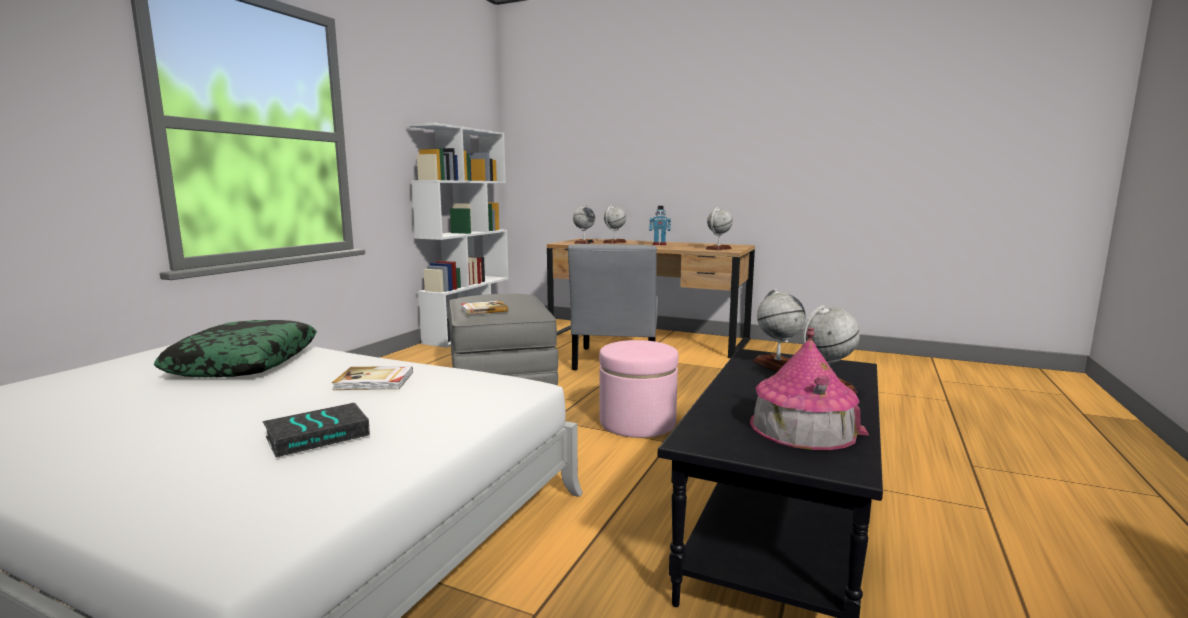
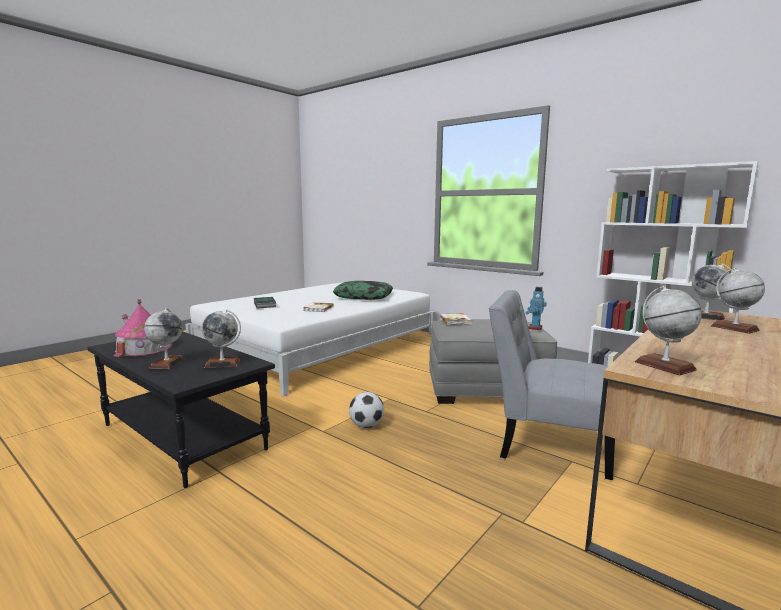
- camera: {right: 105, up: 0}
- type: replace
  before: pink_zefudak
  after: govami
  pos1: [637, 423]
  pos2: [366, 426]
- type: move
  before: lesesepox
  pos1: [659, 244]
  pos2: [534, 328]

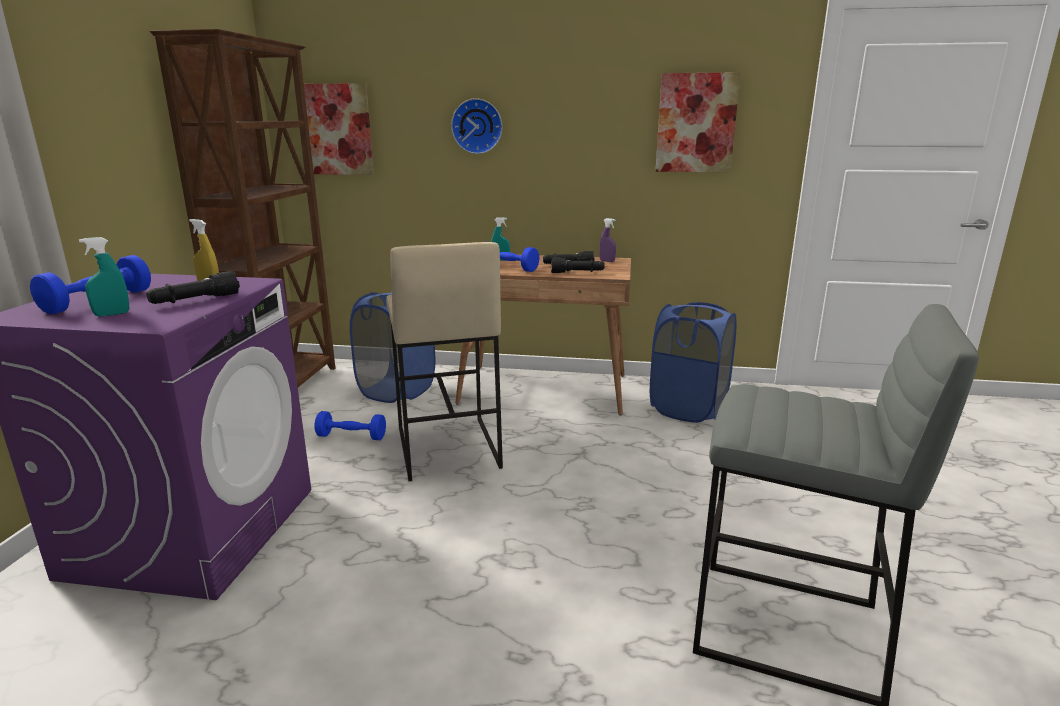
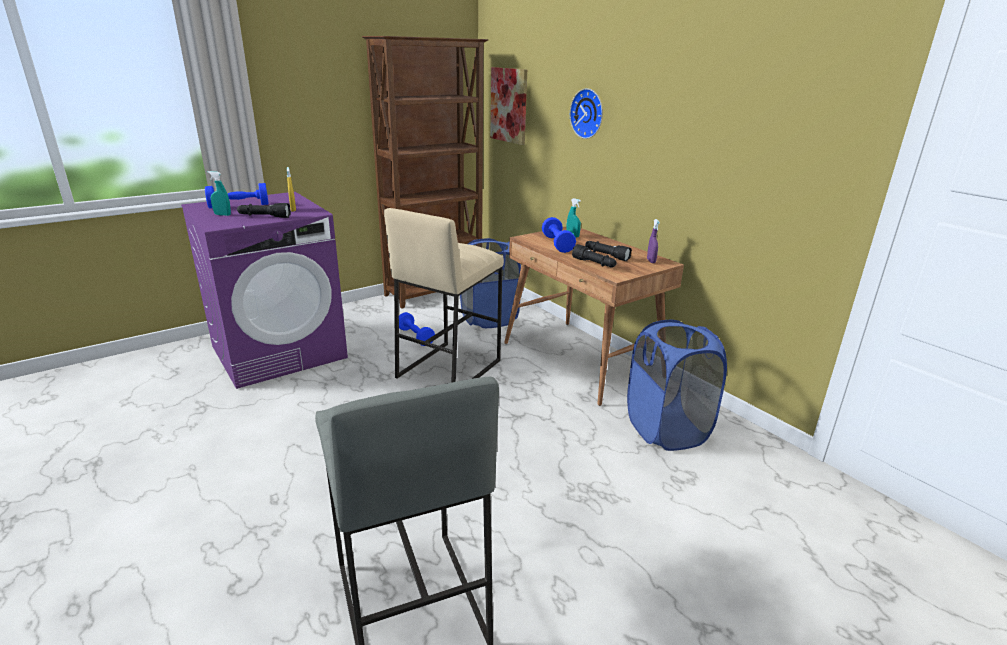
- camera: {right: 45, up: 5}
- type: delete
  before: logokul
  pos1: [696, 123]

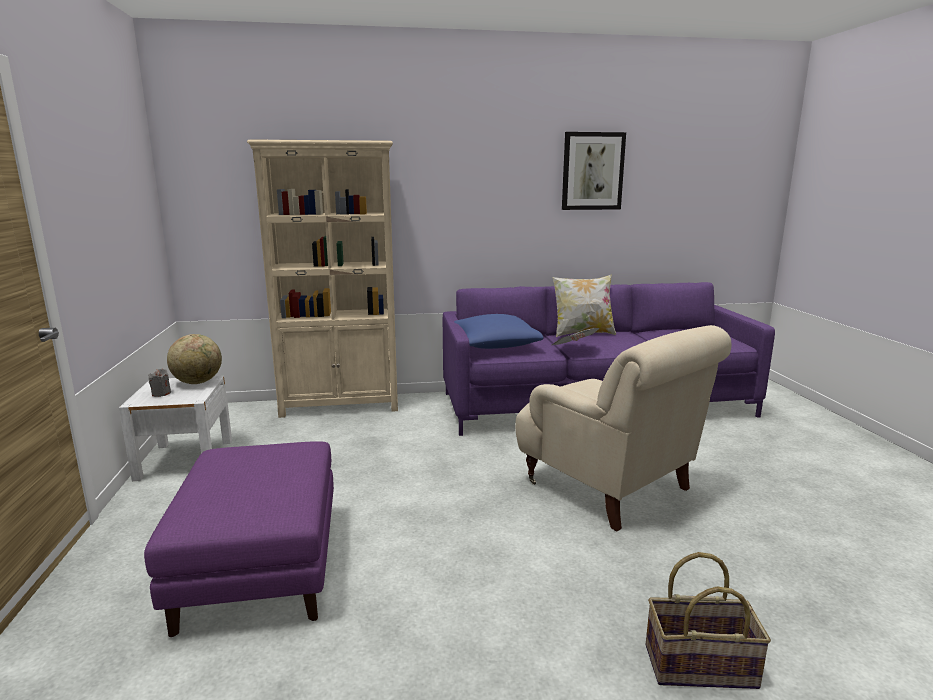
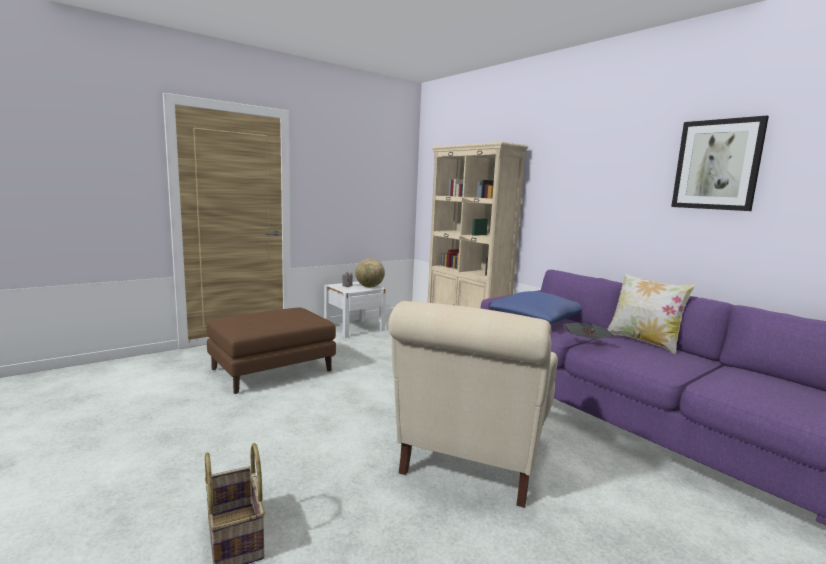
- camera: {right: 60, up: -5}
- type: recolor
  before: purple_zefudak
  after: brown_zefudak
  pos1: [260, 565]
  pos2: [273, 370]

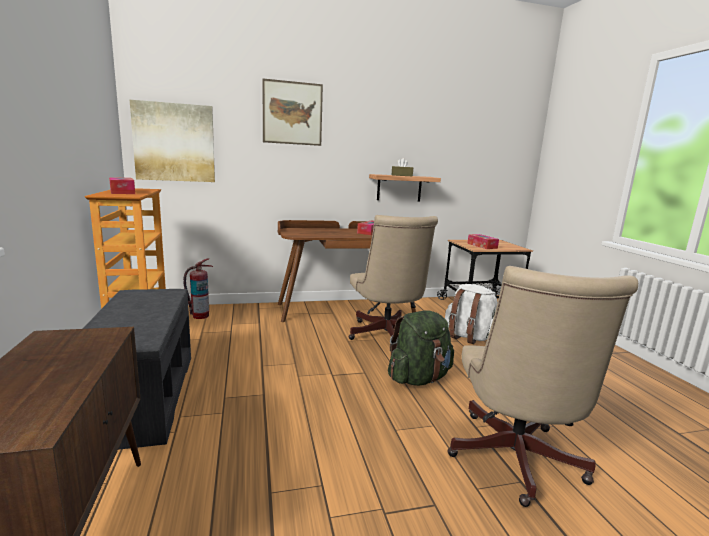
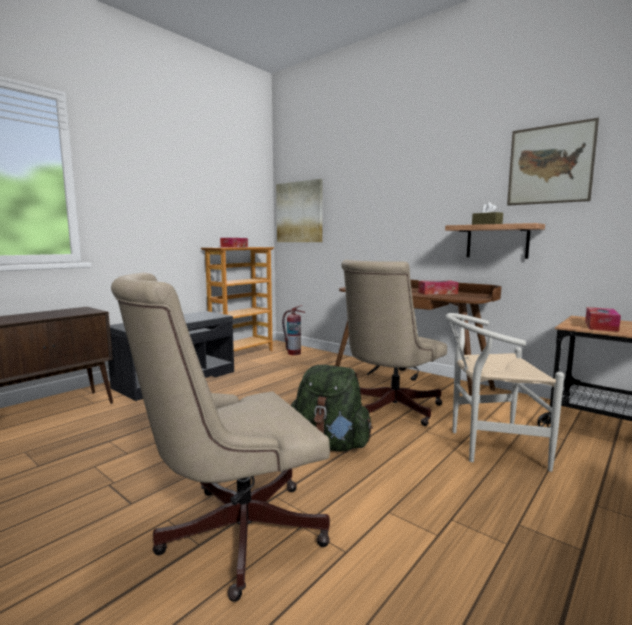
- camera: {right: 55, up: -5}
- type: move
  before: logokul
  pos1: [292, 113]
  pos2: [550, 164]
- type: replace
  before: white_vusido
  after: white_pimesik
  pos1: [469, 337]
  pos2: [488, 446]

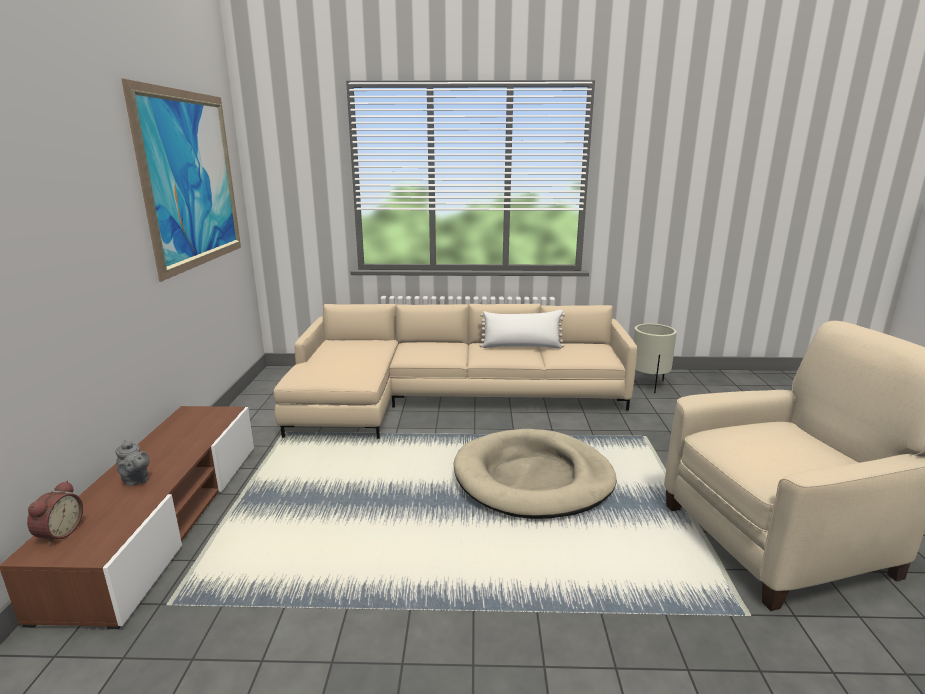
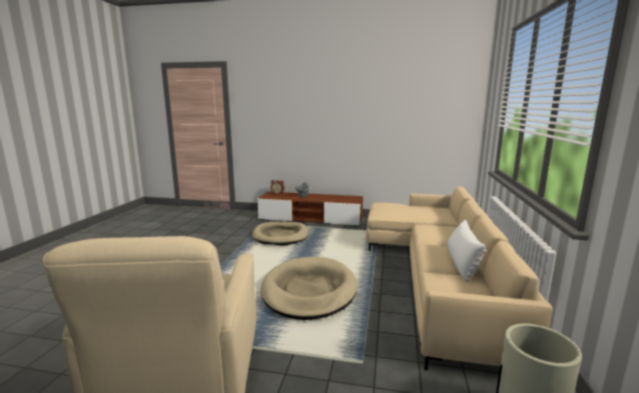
- camera: {right: 100, up: -5}
- type: delete
  before: logokul
  pos1: [192, 180]
- type: insert
  after: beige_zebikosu
  pos2: [281, 236]

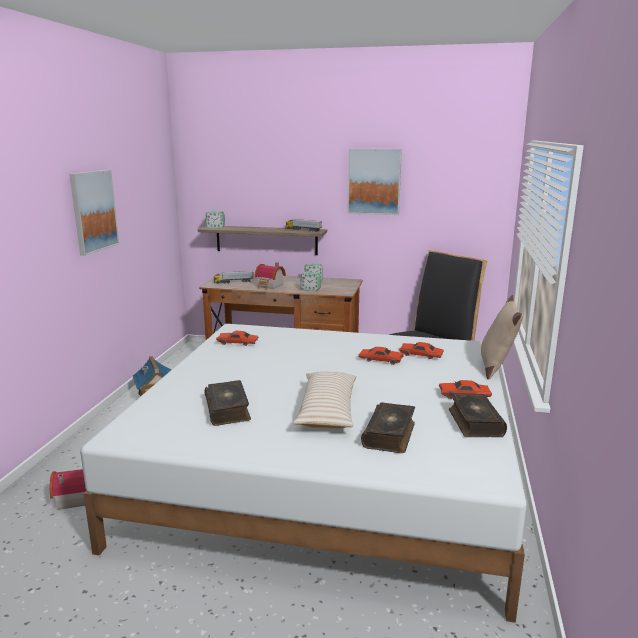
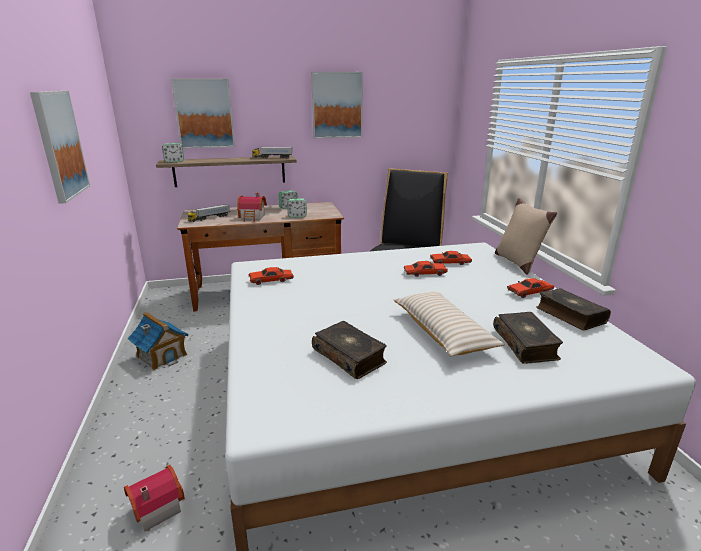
- camera: {right: -25, up: 5}
- type: insert
  after: logokul
  pos2: [204, 113]

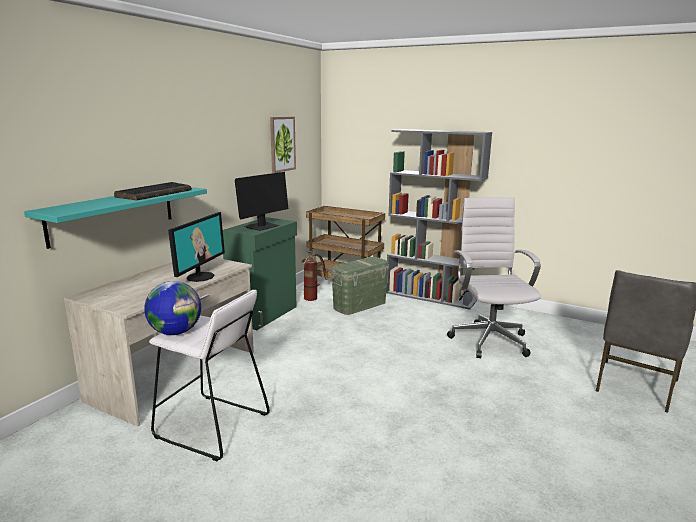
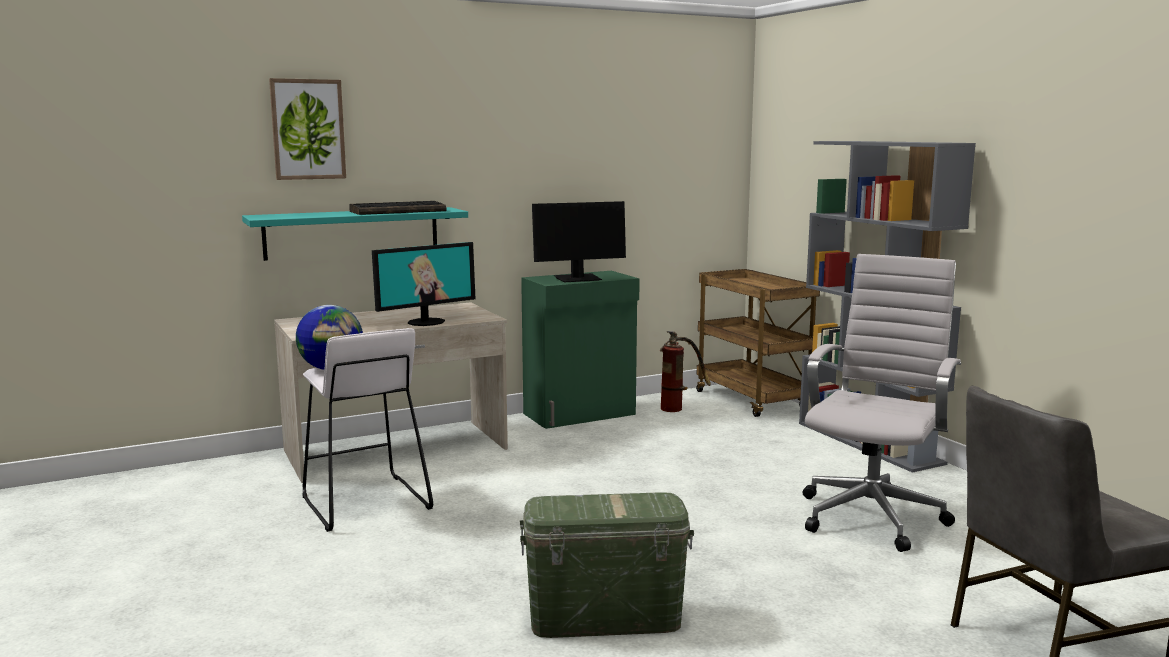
- camera: {right: 35, up: -5}
- type: move
  before: logokul
  pos1: [282, 144]
  pos2: [308, 129]
- type: move
  before: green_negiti
  pos1: [359, 305]
  pos2: [605, 617]

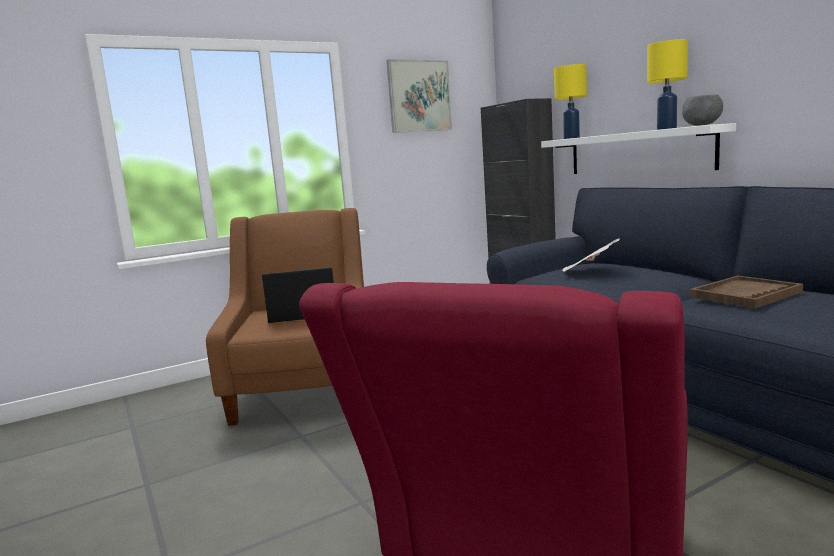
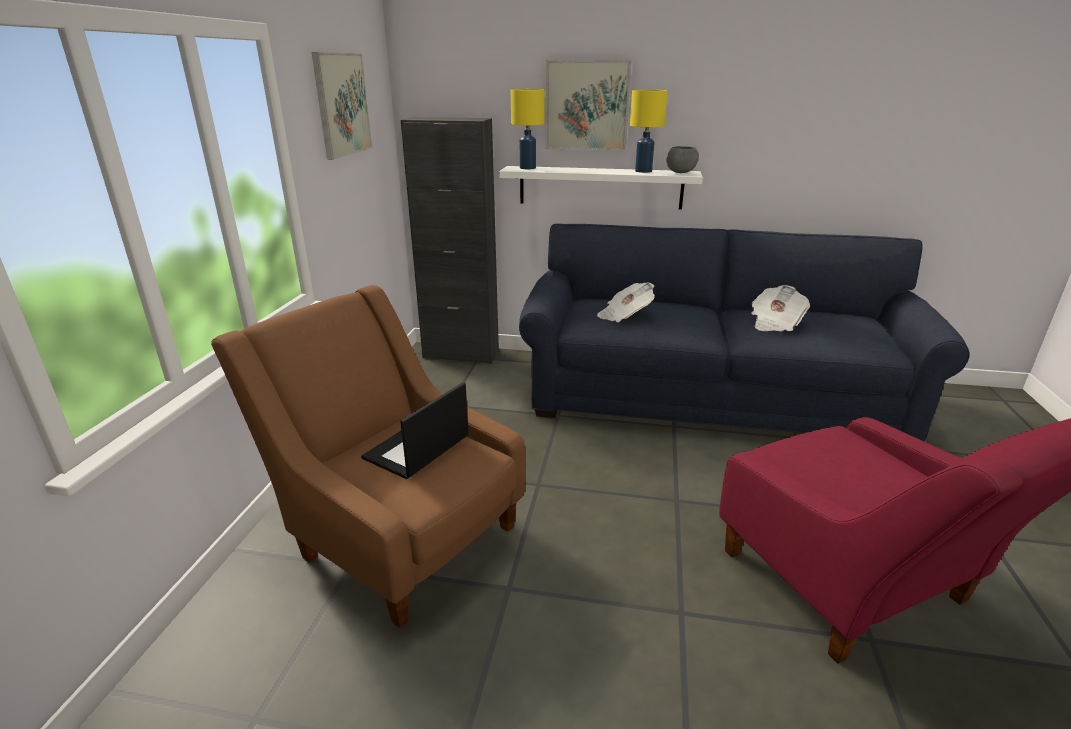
- camera: {right: -50, up: 15}
- type: replace
  before: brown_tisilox
  after: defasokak
  pos1: [745, 294]
  pos2: [774, 323]
- type: insert
  after: logokul
  pos2: [587, 106]

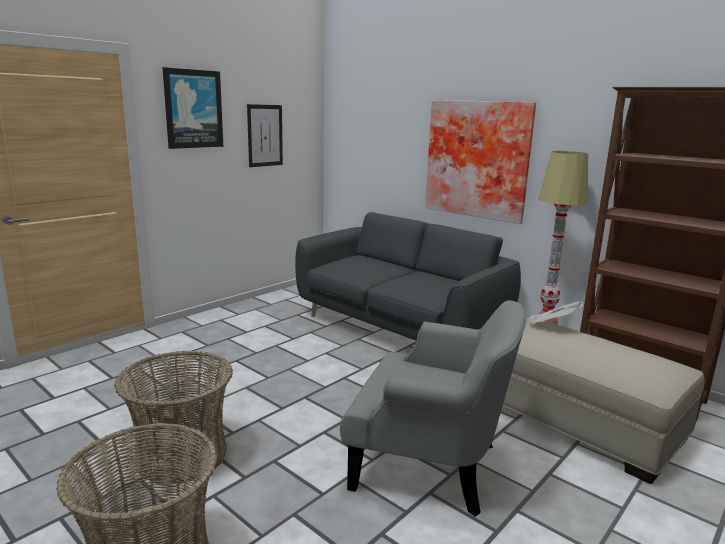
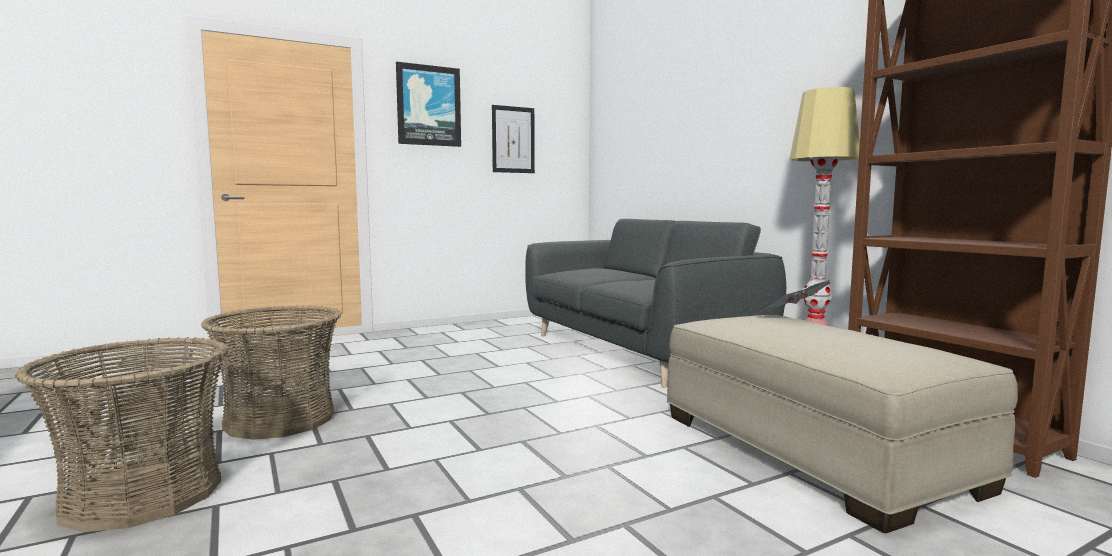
- camera: {right: 20, up: -10}
- type: delete
  before: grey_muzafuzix
  pos1: [429, 464]
- type: delete
  before: logokul
  pos1: [478, 159]

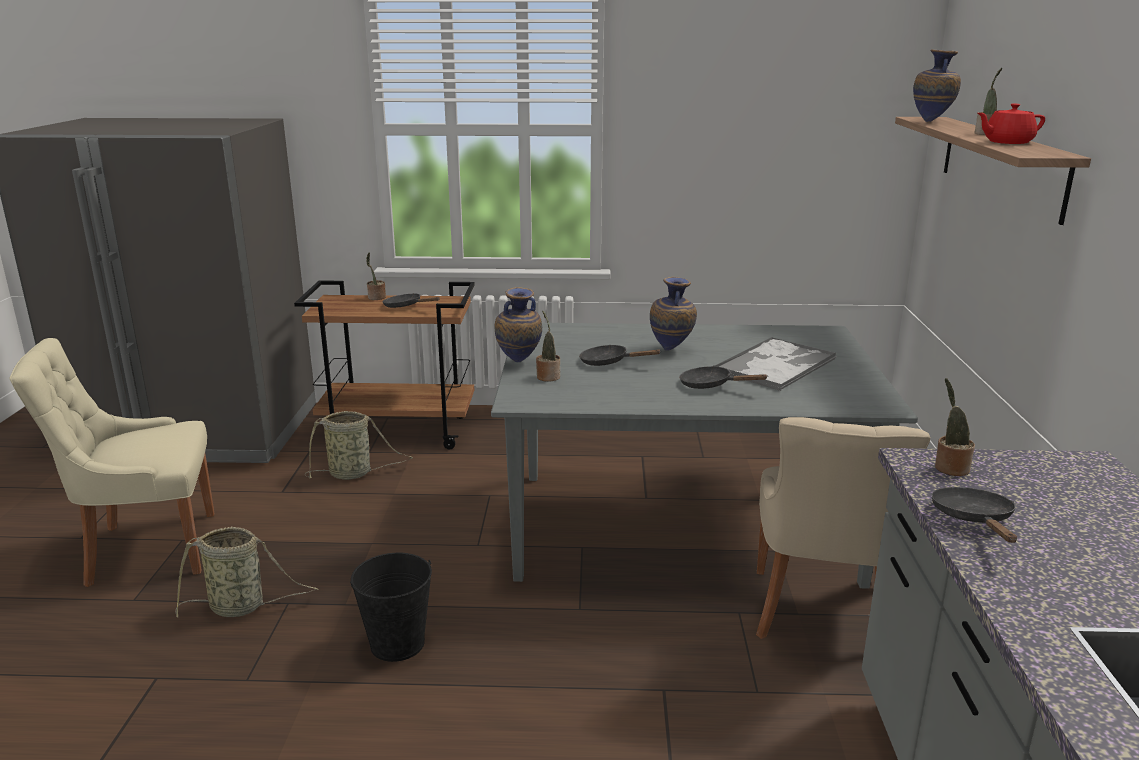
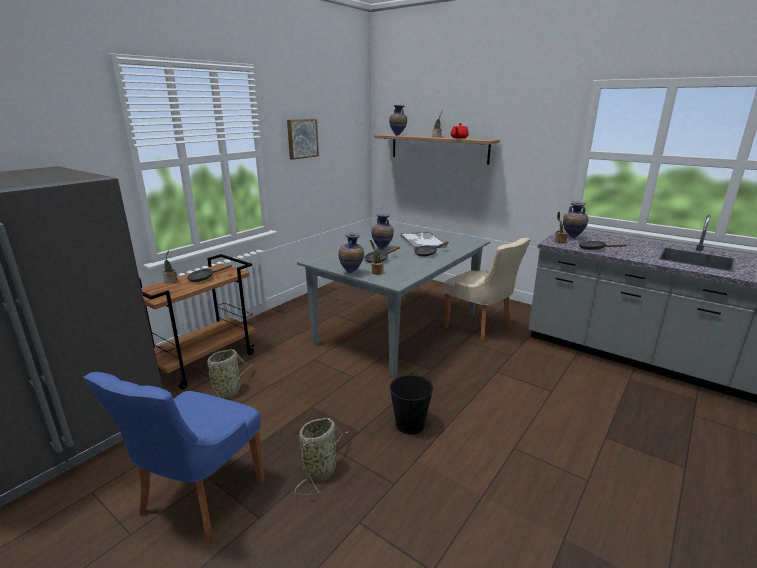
- camera: {right: -55, up: 0}
- type: recolor
  before: beige_pimesik
  after: blue_pimesik
  pos1: [146, 549]
  pos2: [199, 499]
- type: insert
  after: logokul
  pos2: [302, 138]
- type: insert
  after: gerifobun
  pos2: [572, 238]

